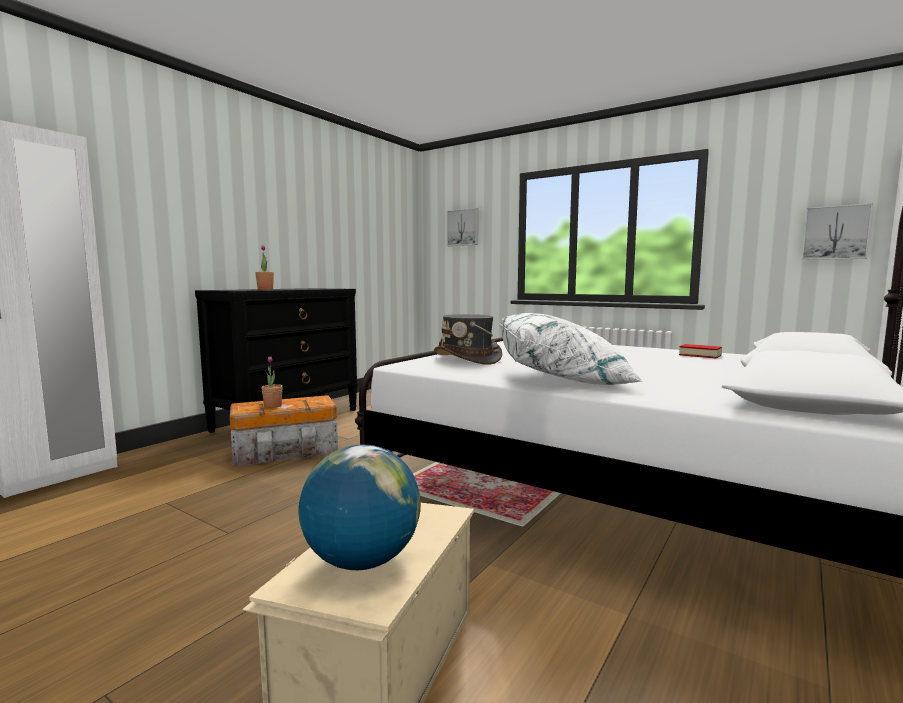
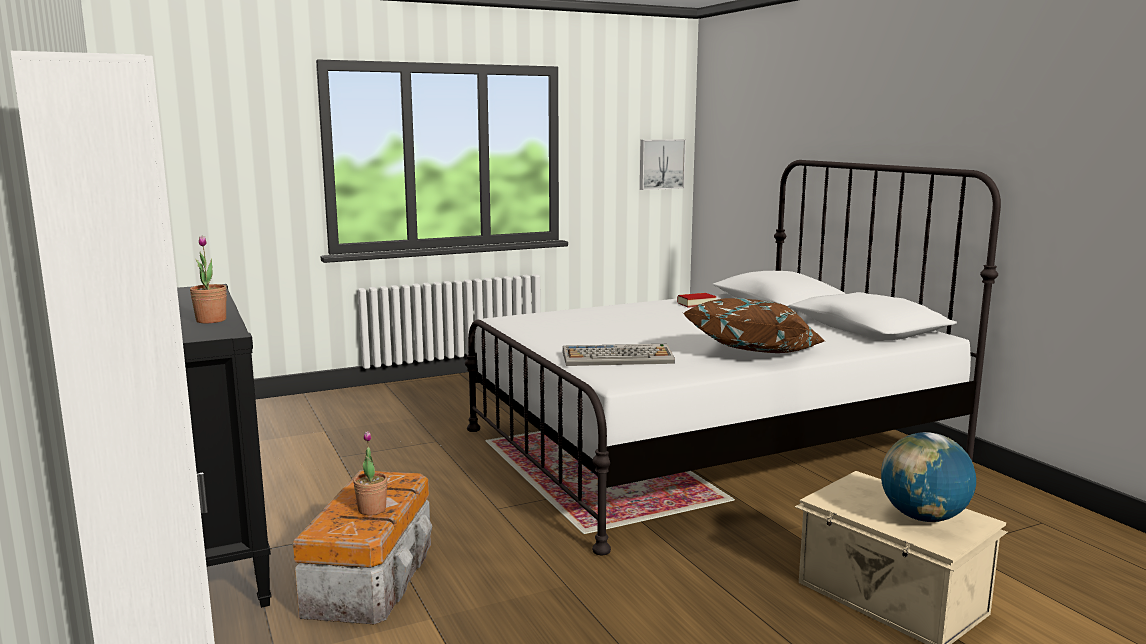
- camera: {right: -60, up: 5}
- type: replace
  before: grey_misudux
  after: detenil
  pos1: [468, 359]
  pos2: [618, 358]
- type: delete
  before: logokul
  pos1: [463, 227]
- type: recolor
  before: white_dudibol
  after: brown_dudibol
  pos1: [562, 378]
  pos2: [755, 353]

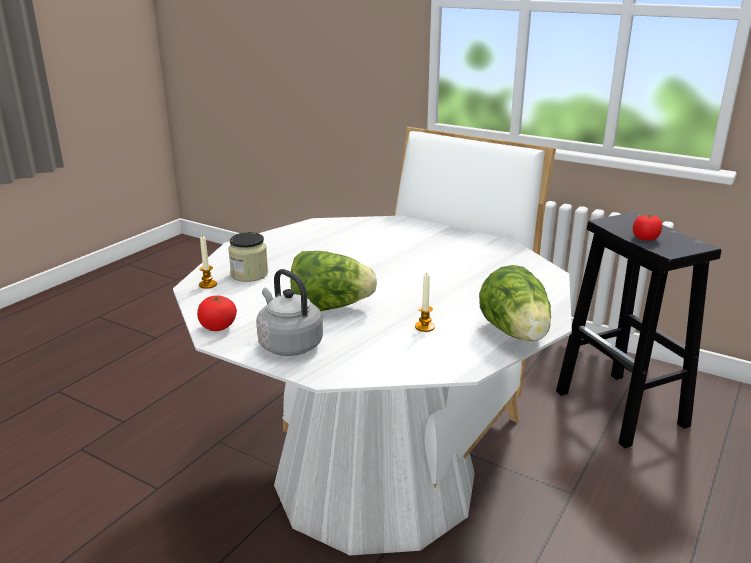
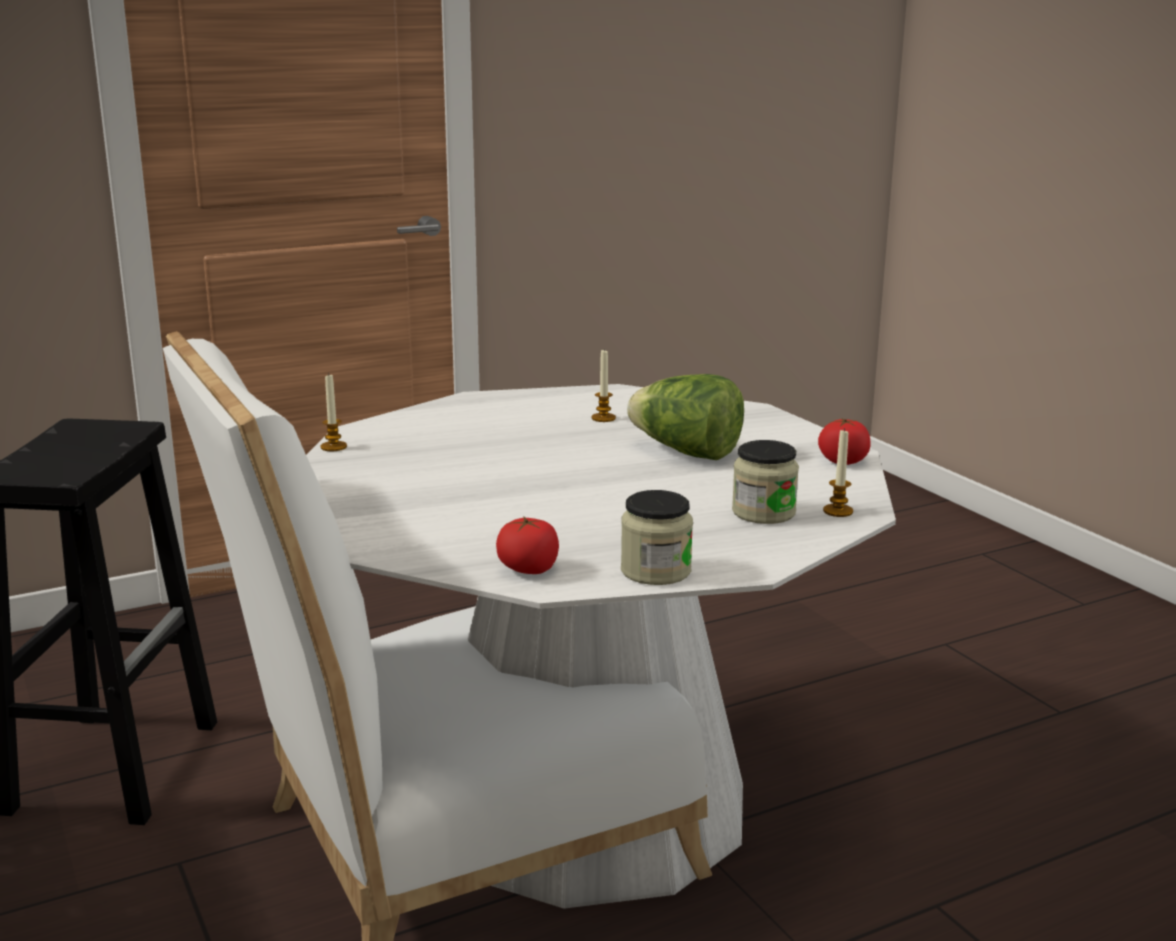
- camera: {right: -150, up: -5}
- type: delete
  before: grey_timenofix
  pos1: [288, 344]
- type: delete
  before: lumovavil
  pos1: [516, 334]
- type: move
  before: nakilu
  pos1: [645, 238]
  pos2: [528, 569]
- type: insert
  after: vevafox
  pos2: [333, 447]
- type: insert
  after: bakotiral
  pos2: [655, 571]

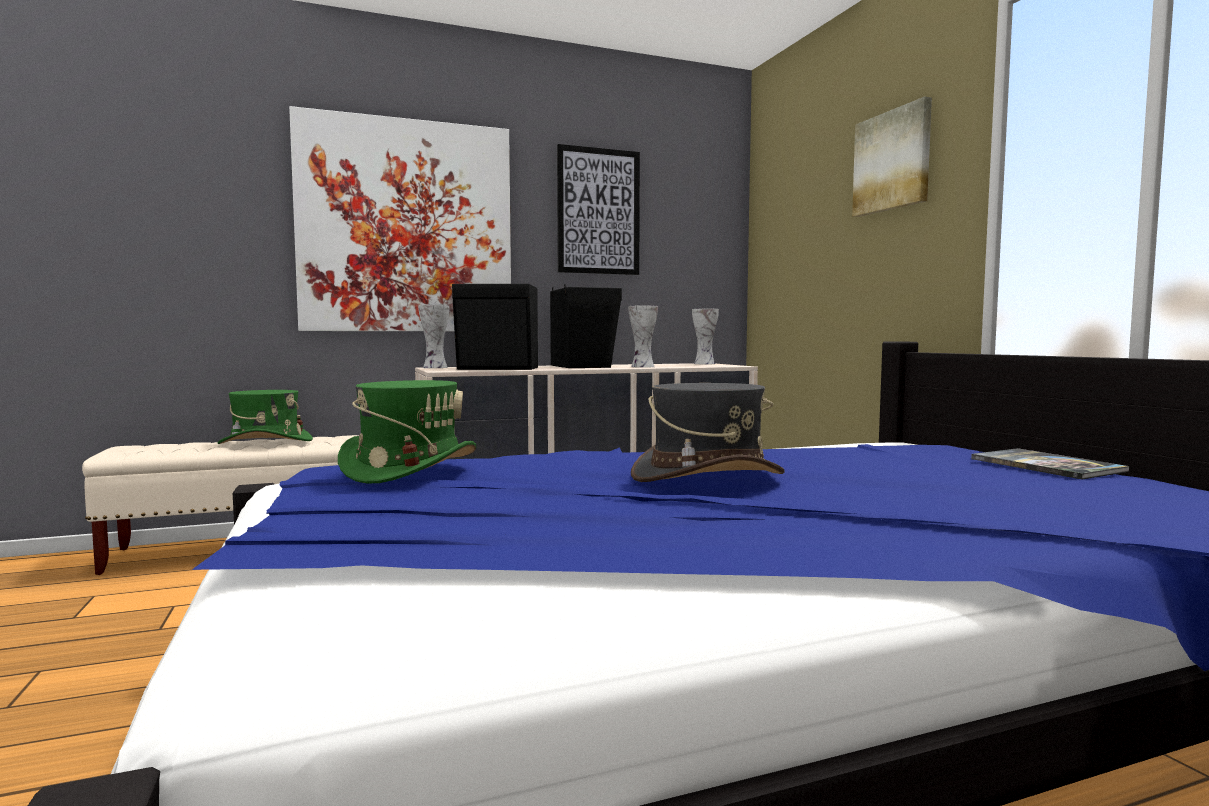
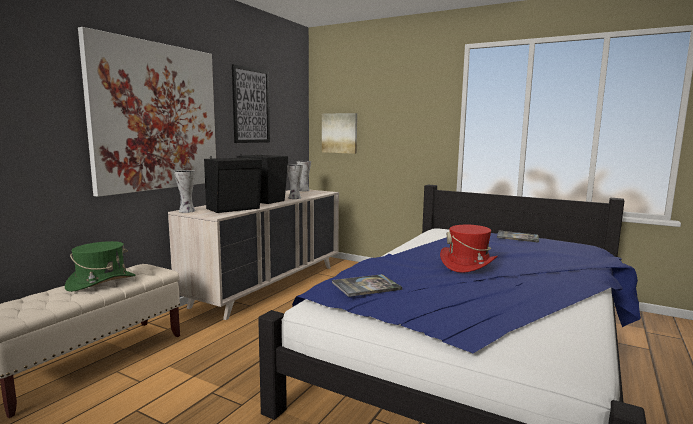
- camera: {right: -40, up: 5}
- type: replace
  before: green_misudux
  after: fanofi
  pos1: [409, 469]
  pos2: [366, 286]
- type: recolor
  before: grey_misudux
  after: red_misudux
  pos1: [707, 476]
  pos2: [468, 264]
- type: move
  before: logokul
  pos1: [892, 161]
  pos2: [339, 133]

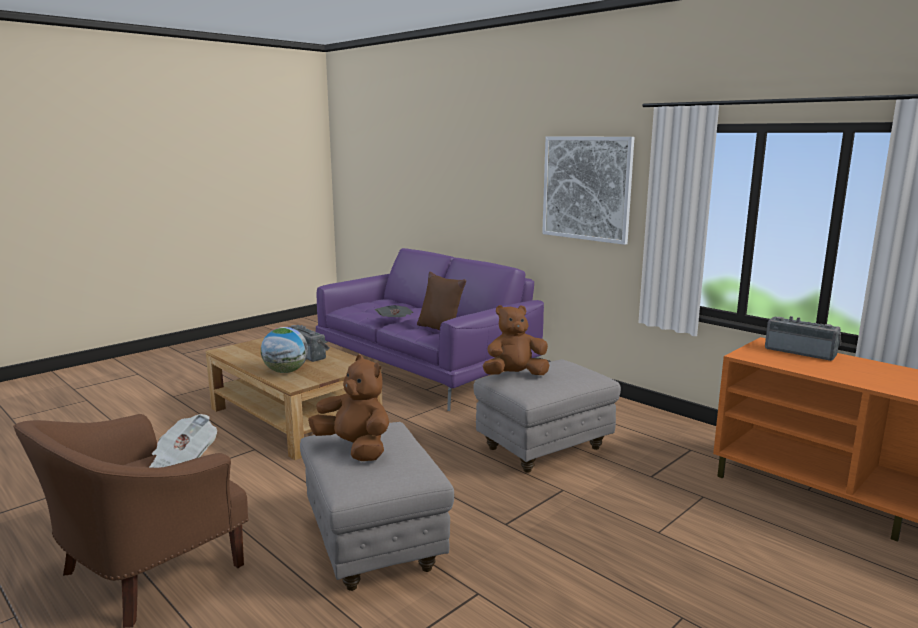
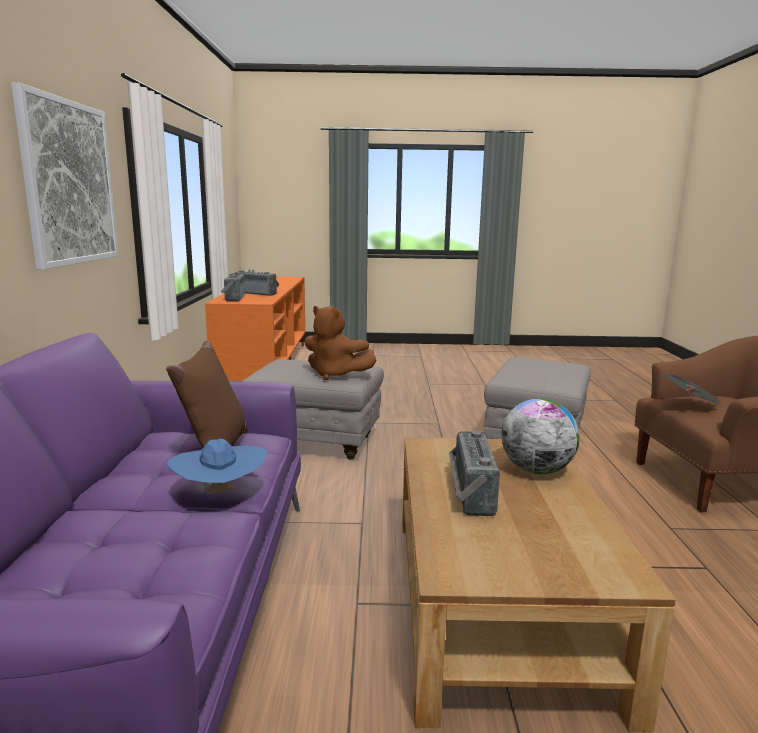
- camera: {right: -135, up: 0}
- type: delete
  before: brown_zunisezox
  pos1: [355, 448]
- type: replace
  before: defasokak
  after: blue_misudux
  pos1: [394, 322]
  pos2: [220, 494]
- type: insert
  after: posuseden
  pos2: [257, 293]

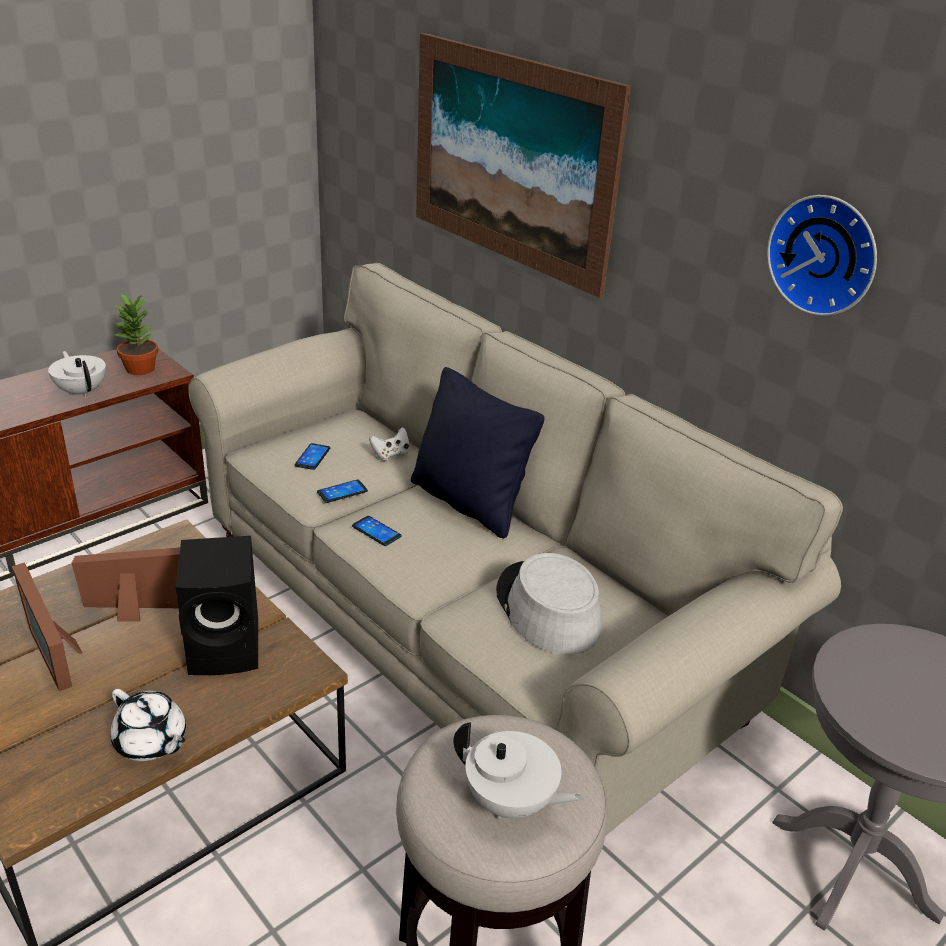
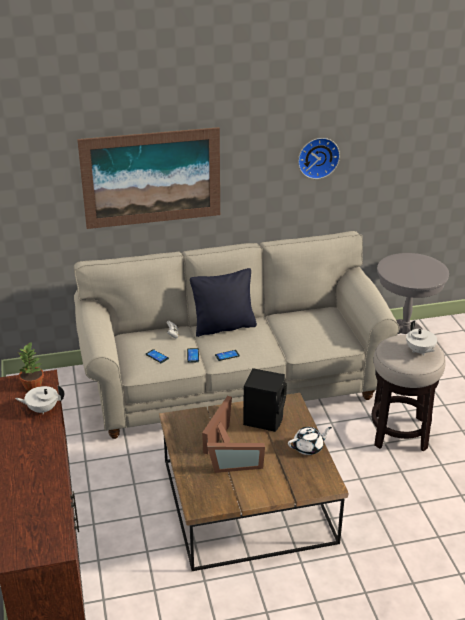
- camera: {right: -60, up: 0}
- type: rotate
  before: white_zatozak
  pos1: [510, 802]
  pos2: [419, 351]
  turn: 105
- type: delete
  before: grey_misudux
  pos1: [547, 609]

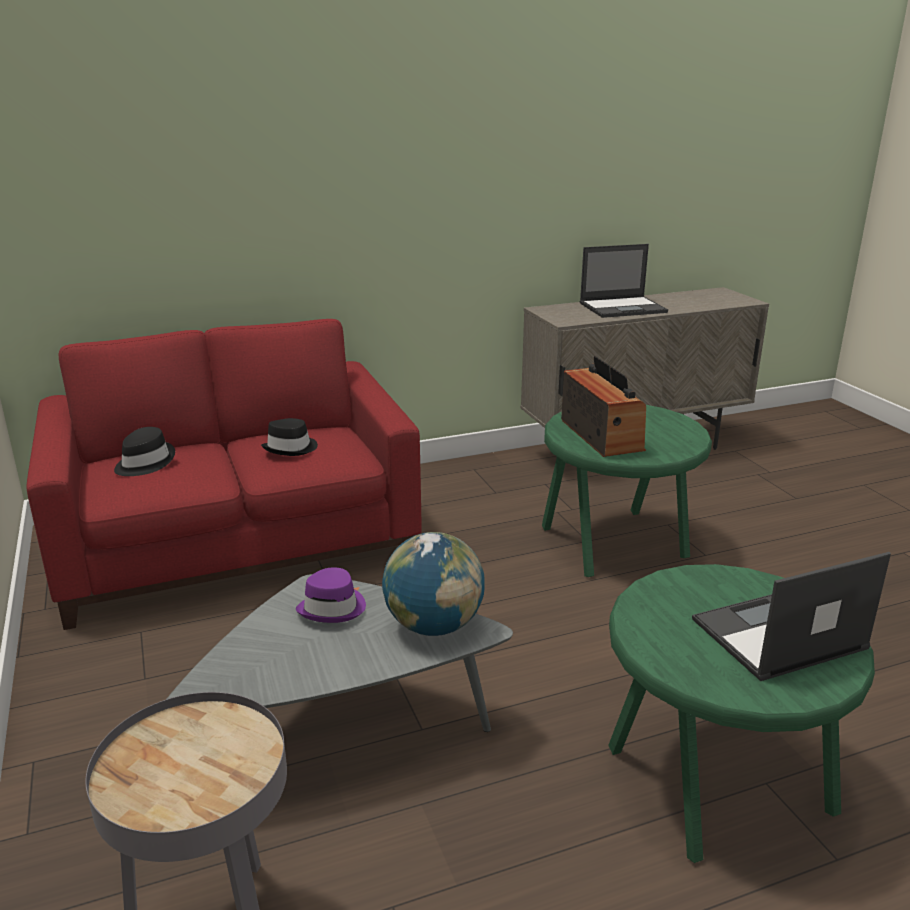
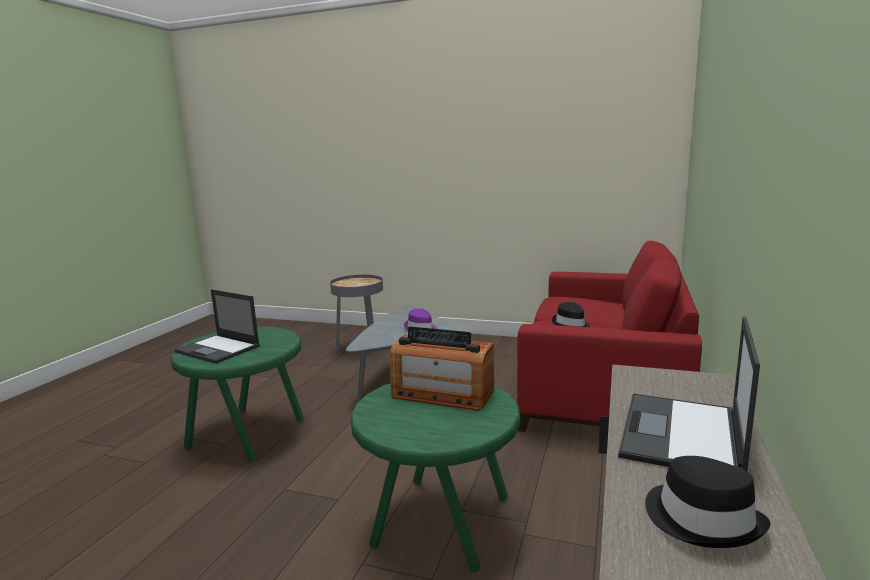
- camera: {right: 130, up: -10}
- type: move
  before: black_misudux
  pos1: [144, 463]
  pos2: [702, 519]
- type: delete
  before: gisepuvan
  pos1: [434, 625]
- type: rotate
  before: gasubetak
  pos1: [777, 635]
  pos2: [218, 349]
  turn: 105

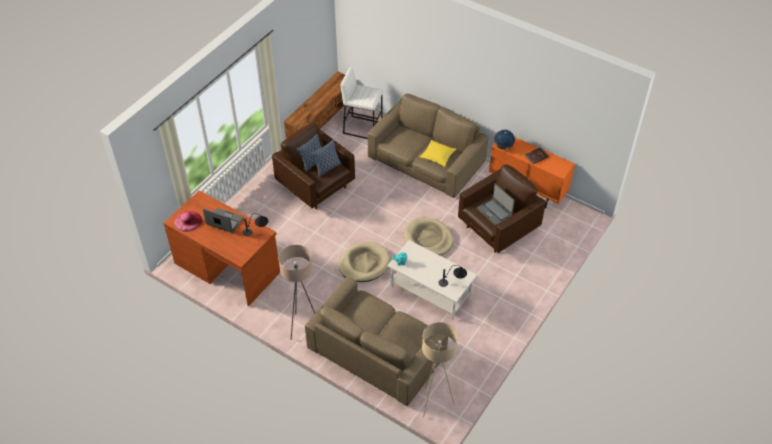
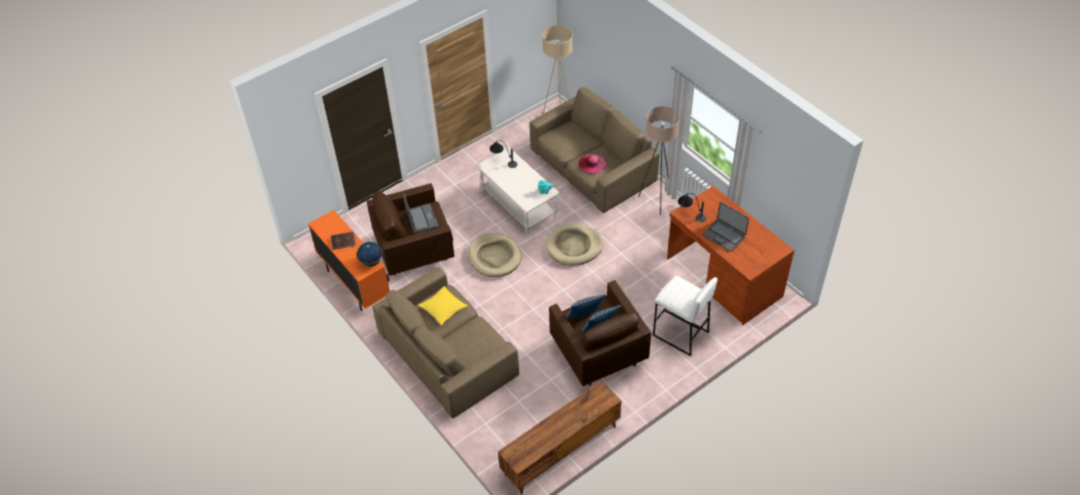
- camera: {right: -160, up: 0}
- type: move
  before: pink_misudux
  pos1: [188, 221]
  pos2: [592, 164]
- type: move
  before: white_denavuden
  pos1: [363, 127]
  pos2: [680, 334]

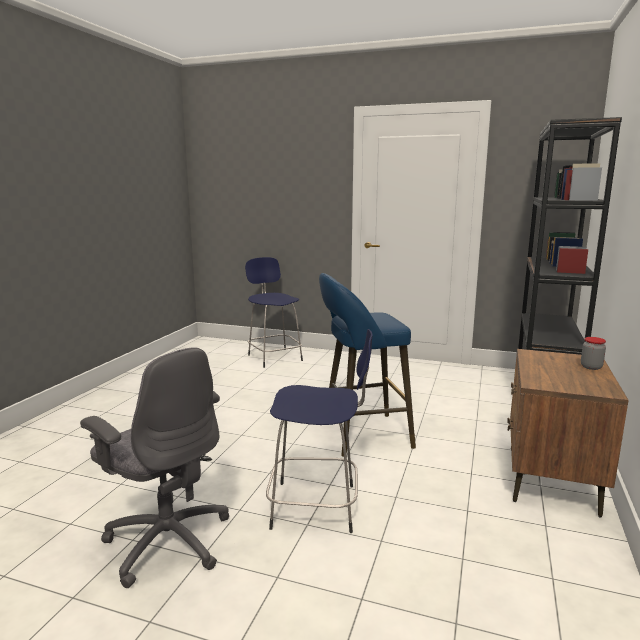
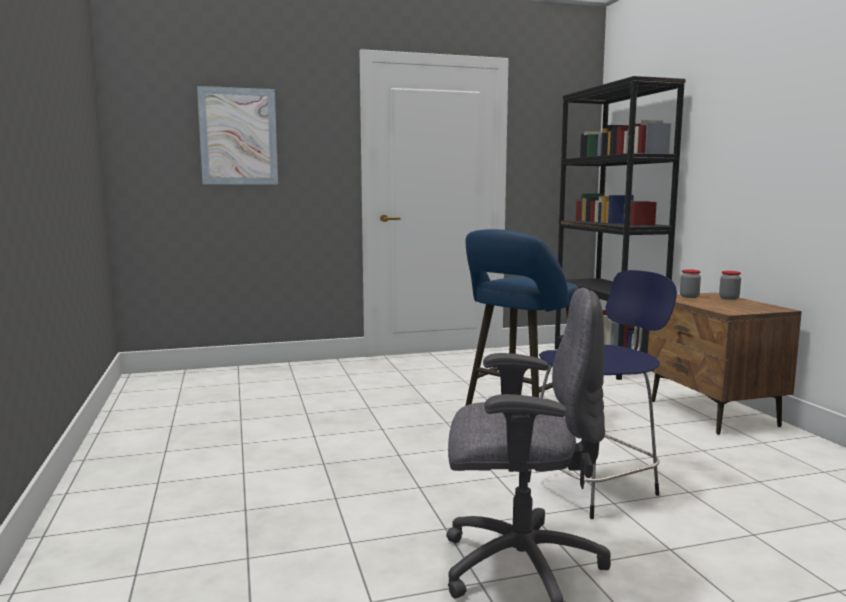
- camera: {right: -35, up: -5}
- type: delete
  before: blue_denavuden
  pos1: [274, 357]
- type: insert
  after: logokul
  pos2: [238, 136]
- type: insert
  after: bakotiral
  pos2: [689, 297]

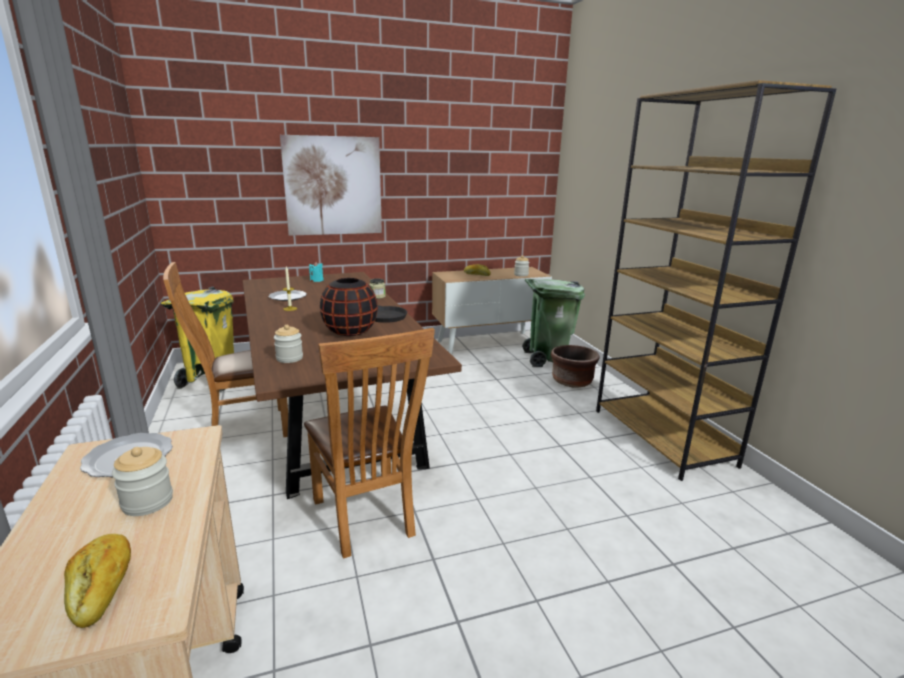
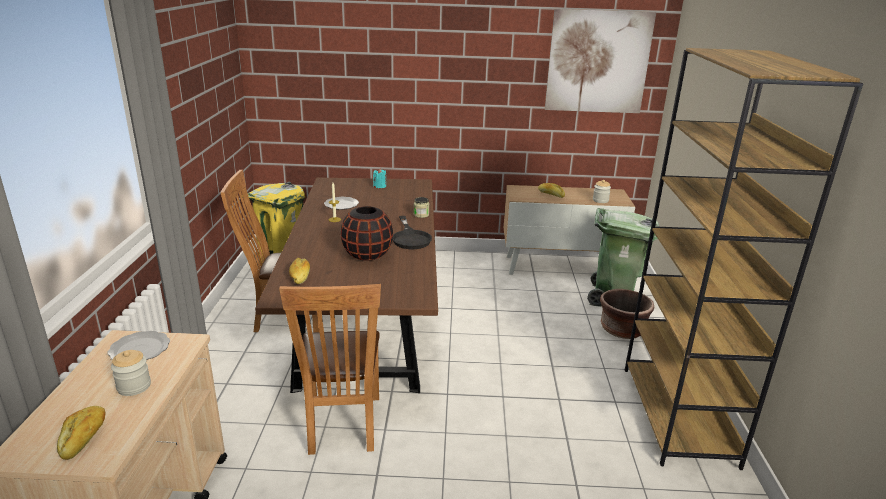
- camera: {right: 20, up: 5}
- type: replace
  before: bakotiral
  after: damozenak
  pos1: [289, 358]
  pos2: [300, 276]
- type: move
  before: logokul
  pos1: [333, 186]
  pos2: [598, 62]

